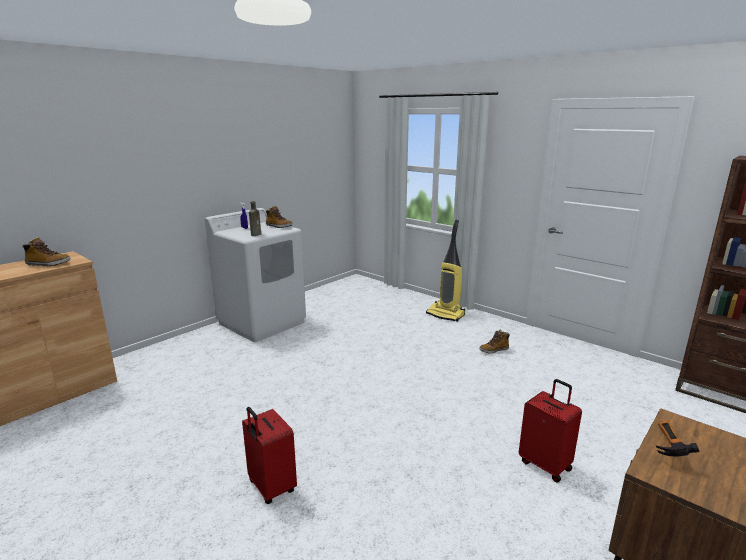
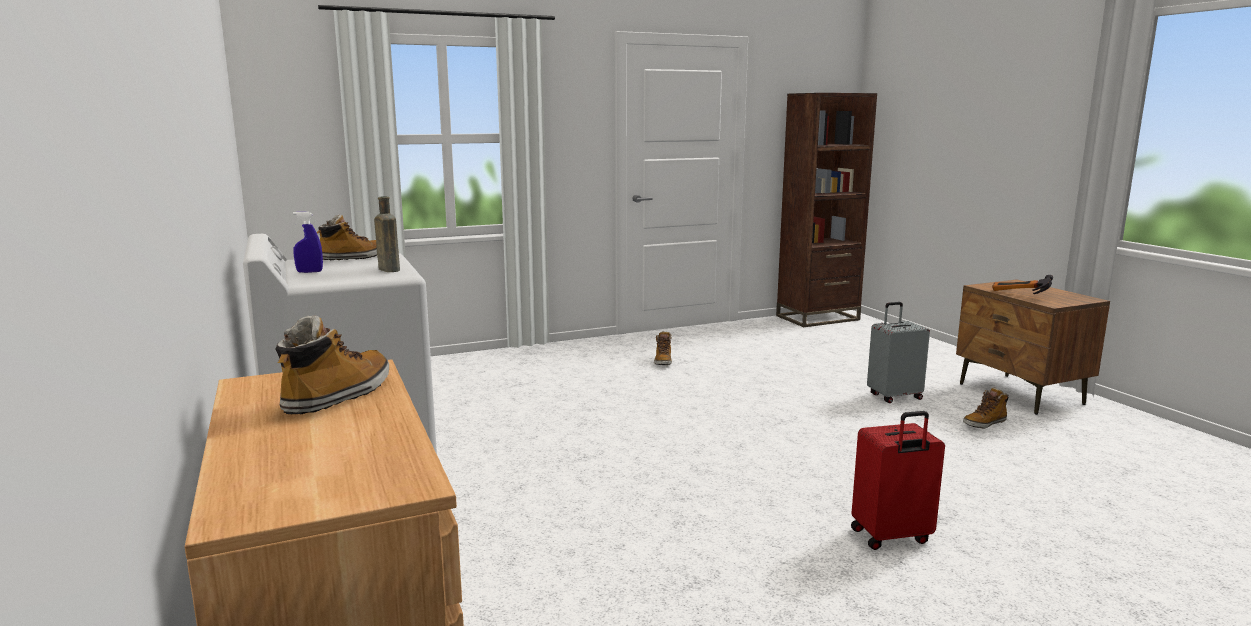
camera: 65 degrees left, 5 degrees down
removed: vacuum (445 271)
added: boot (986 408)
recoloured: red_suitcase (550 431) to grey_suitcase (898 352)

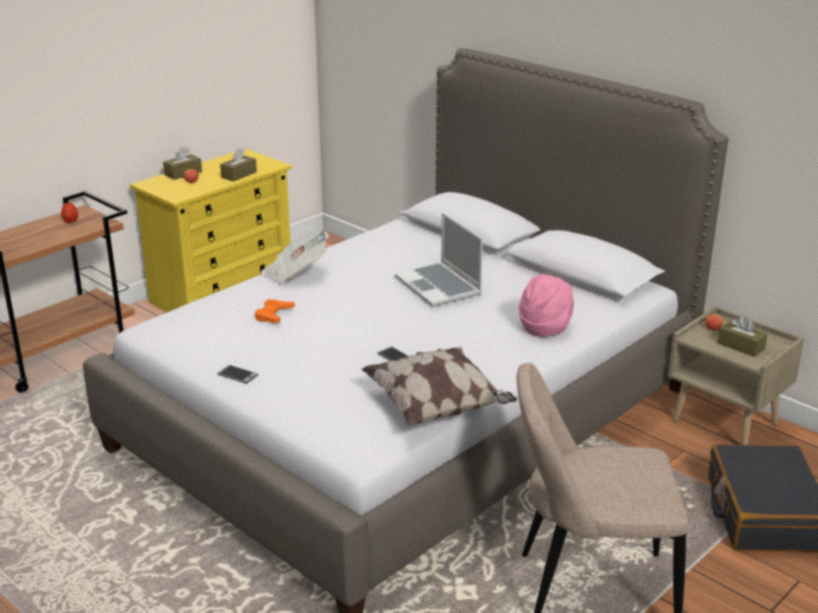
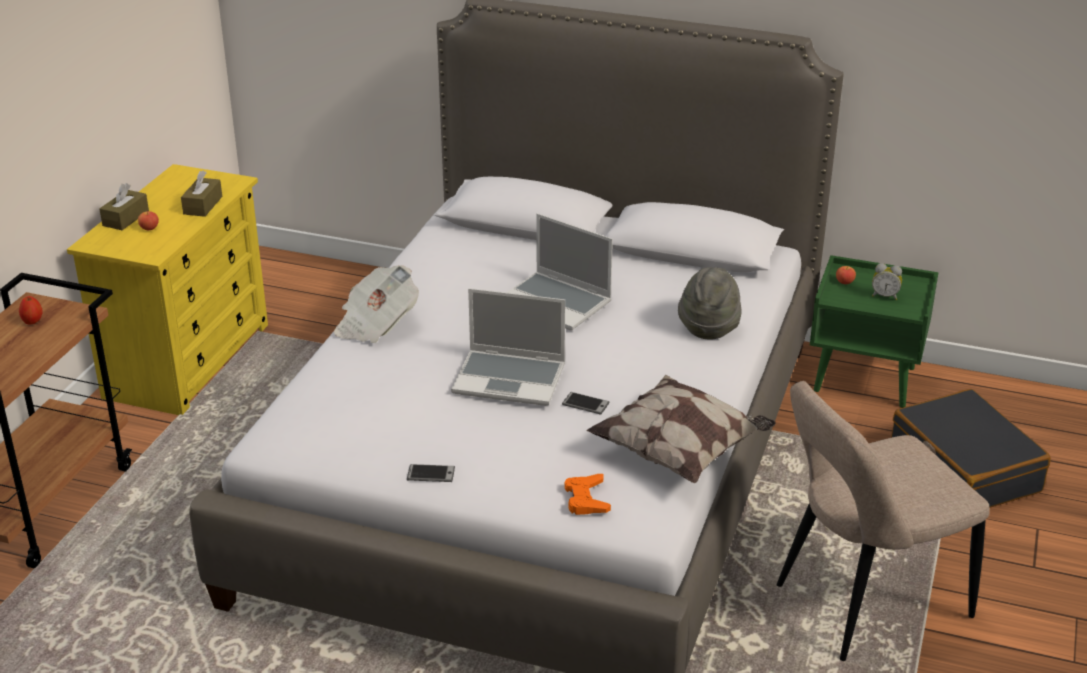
camera: 25 degrees left, 5 degrees up
added: laptop (508 347)
moved: orangey_gamepad (275 311) to (587 494)
replaced: brown-coloured_box_of_tissues (742 336) to bedside_clock (887 281)
recoloured: pink_hat (546 305) to grey_hat (709 303); beige_nightstand (736 375) to greenish_nightstand (874 331)

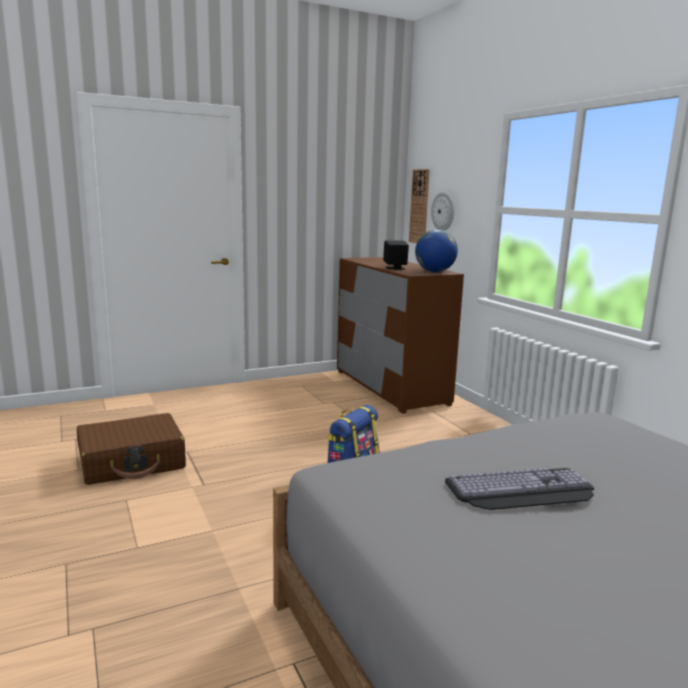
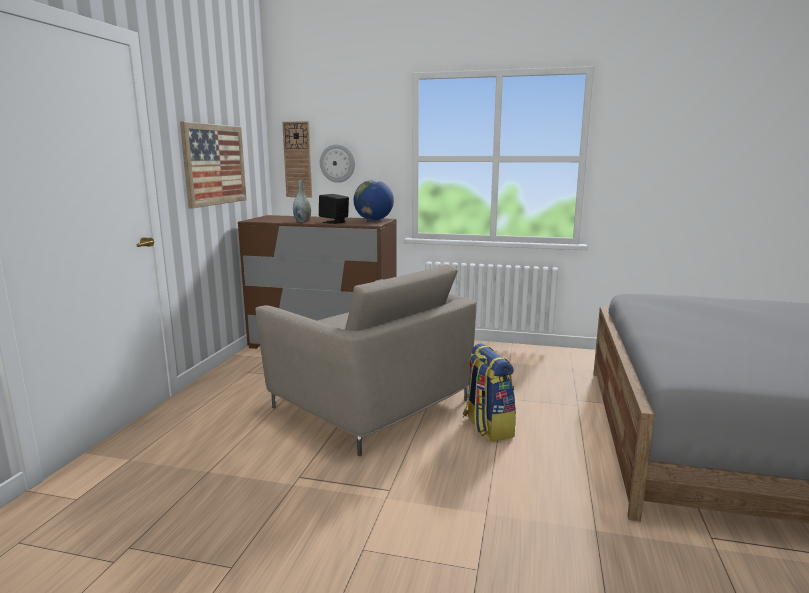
camera: 50 degrees left, 0 degrees up
removed: brown-coloured_suitcase (131 449); PC_keyboard (519 489)
added: wall_art (213 165); beige_lounge_chair (366 360); grey_flower_vase (302 201)

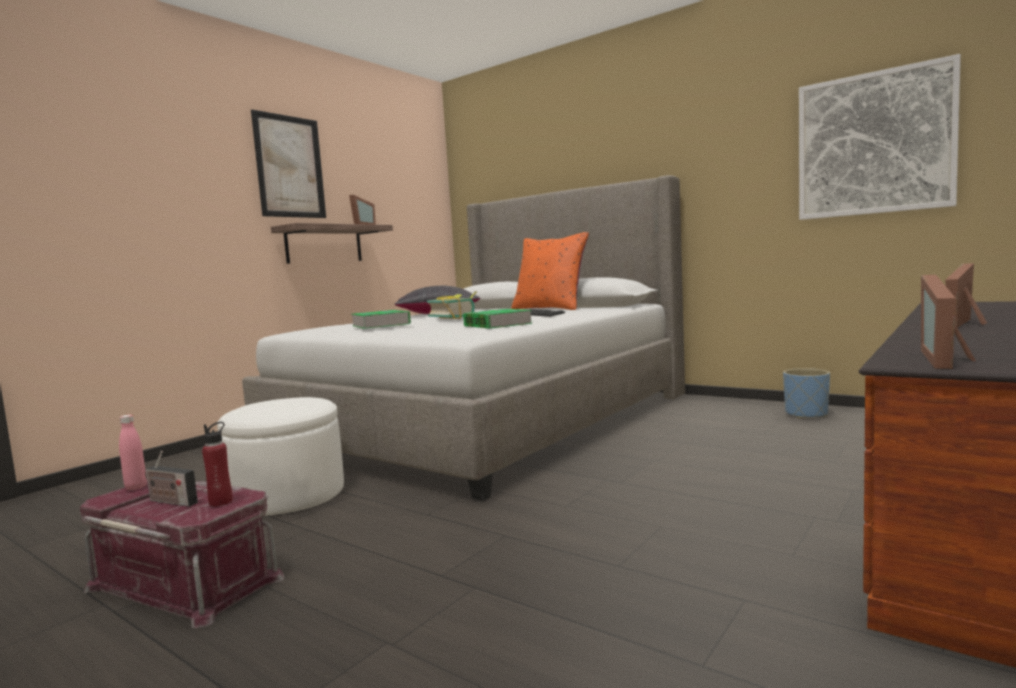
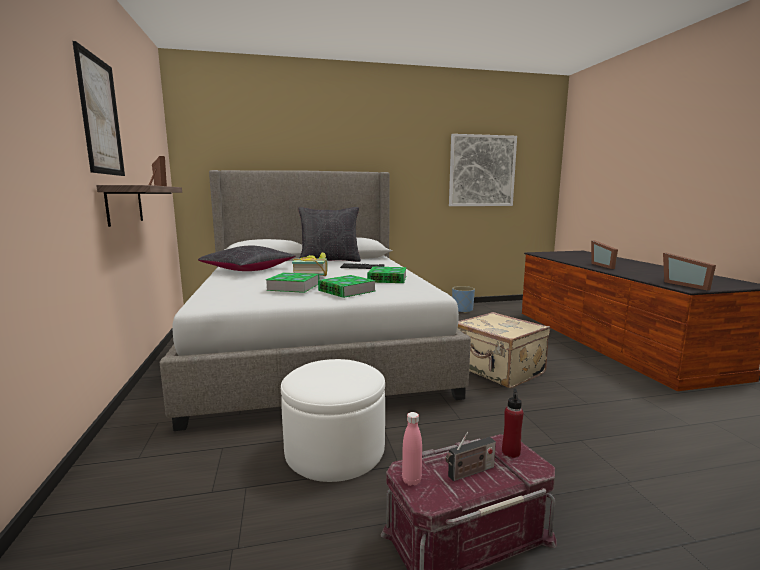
camera: 50 degrees left, 5 degrees up
added: volume (347 286); beige_suitcase (503 350)
recoloured: orangey_pillow (550 271) to black-coloured_pillow (329 234)

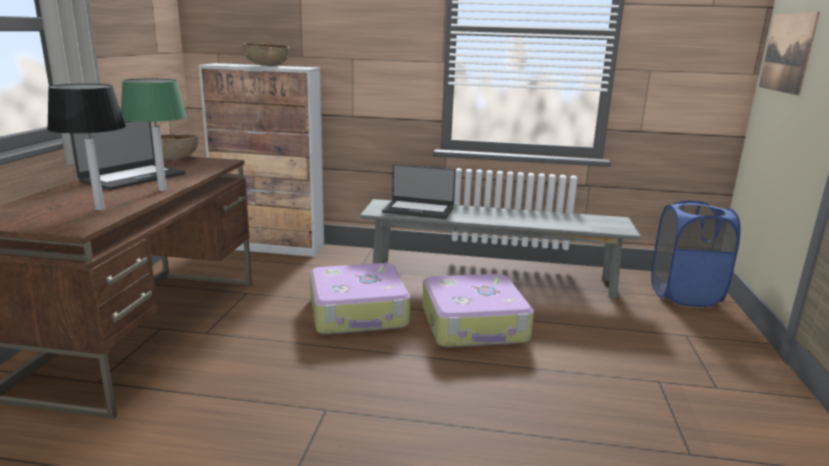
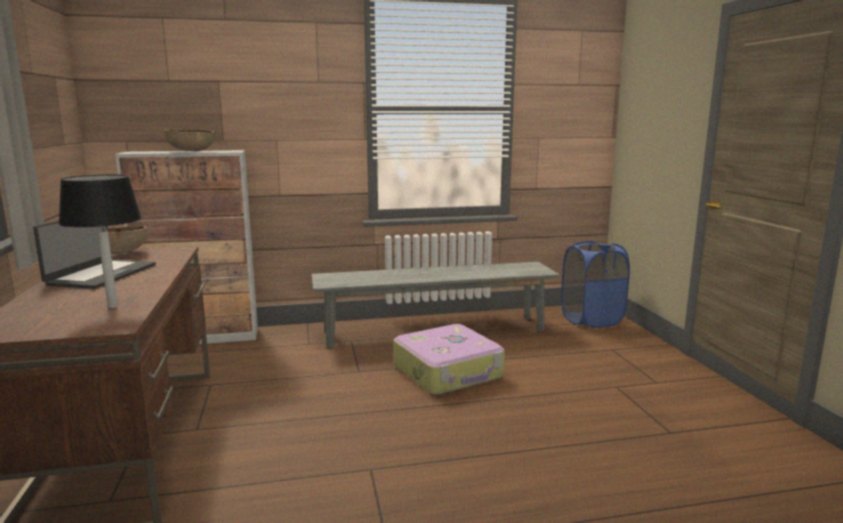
camera: 20 degrees left, 5 degrees down
removed: greenish_lamp_for_a_table (154 135); suitcase (360 299); laptop (419 191); wall_art (789 54)

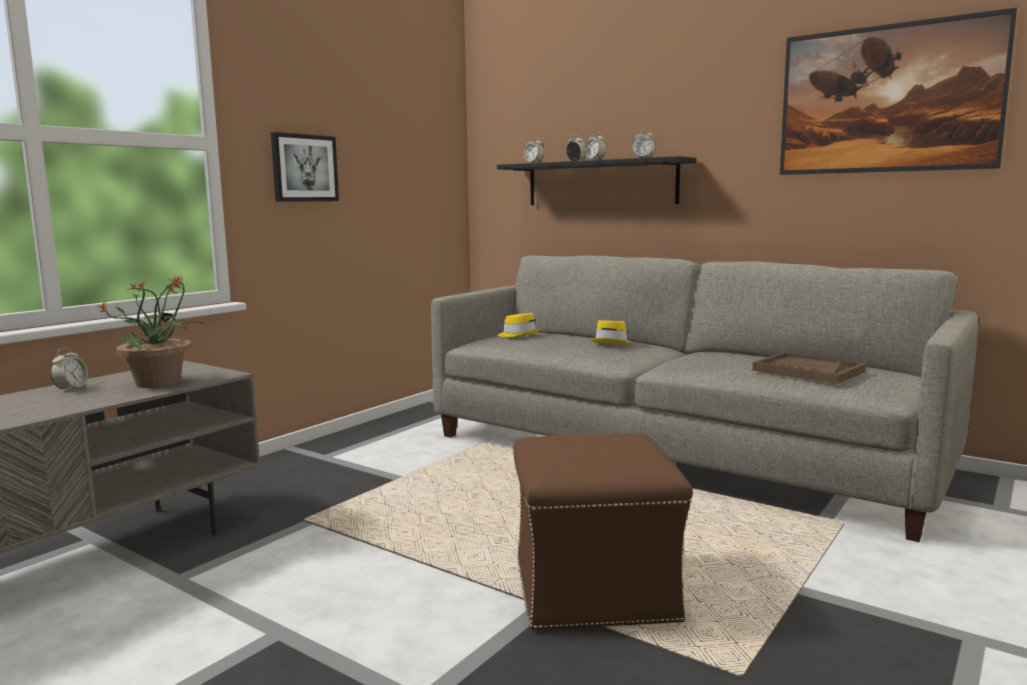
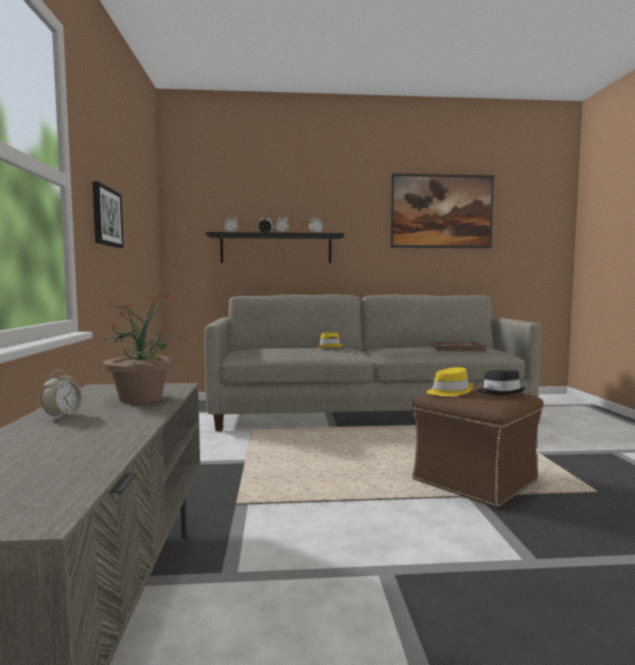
camera: 40 degrees left, 5 degrees down
added: black-coloured_hat (501 382)
moved: yellow_hat (519 325) to (450 381)
turned: bedside_clock (69 369) = (61 394) 45 degrees clockwise

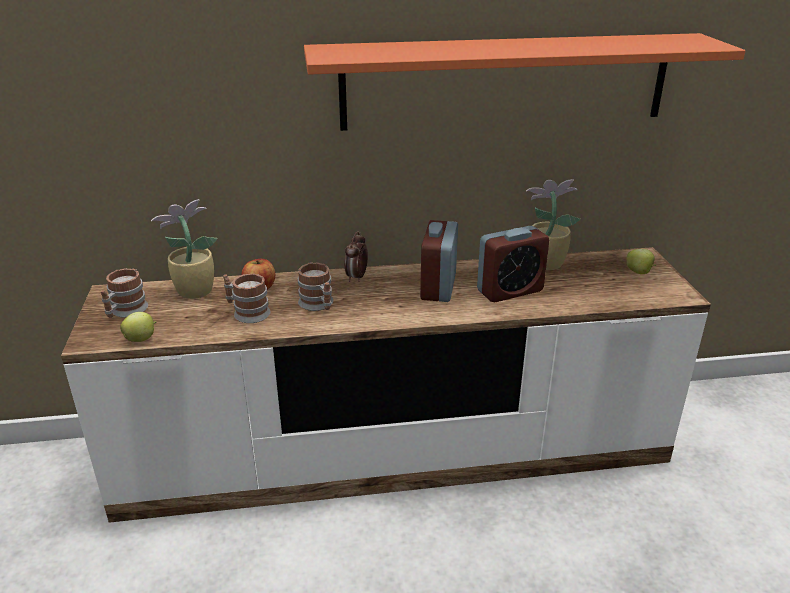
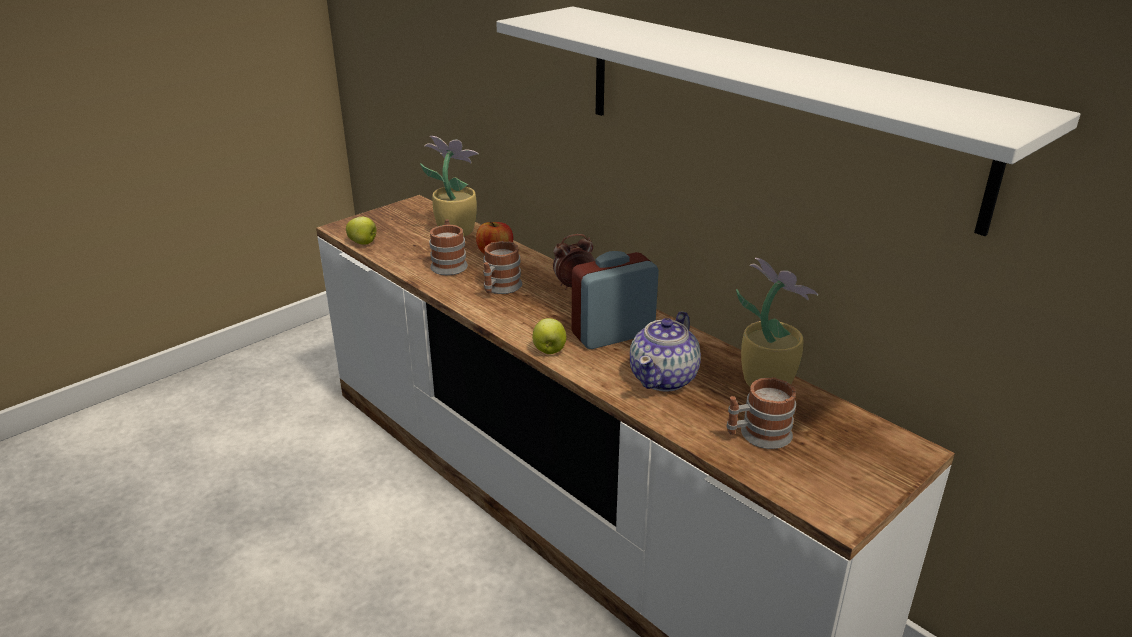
camera: 55 degrees right, 0 degrees up
moved: mug (124 293) to (761 413); apple (641 261) to (549 336)
replaced: bedside_clock (513 264) to pot_for_tea (665 351)
recoloured: orangey_wall_shelf (525 82) to white-coloured_wall_shelf (788 121)

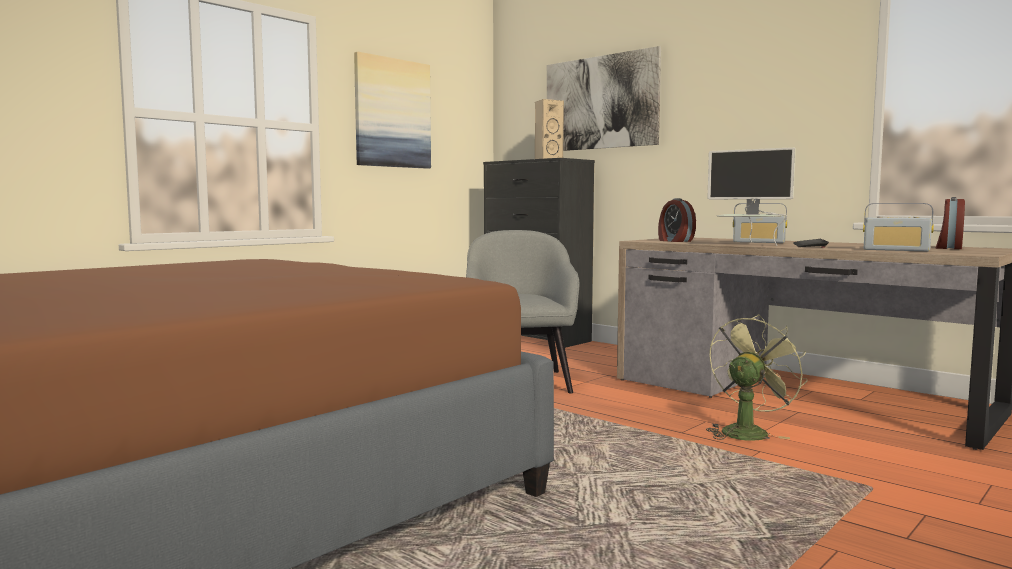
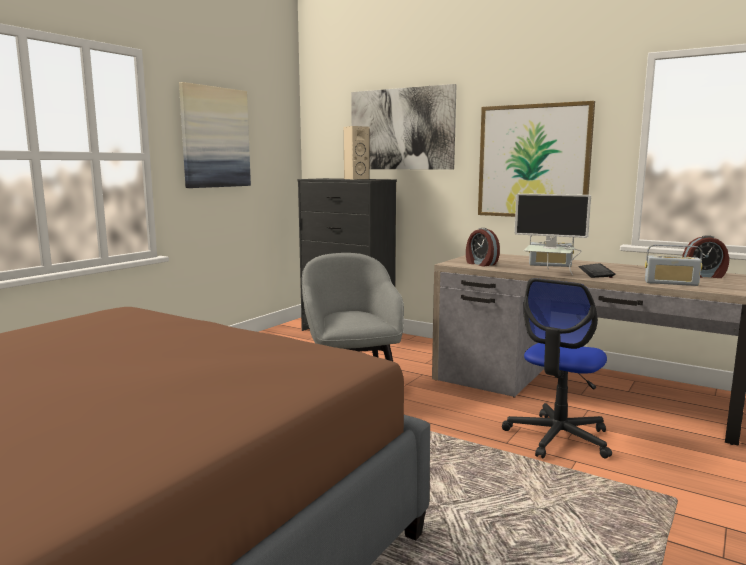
camera: 10 degrees left, 5 degrees up
added: wall_art (536 159)
replaced: greenish_fan (757 377) to computer_chair (557 368)
turned: bedside_clock (950 223) = (705 256) 105 degrees counterclockwise

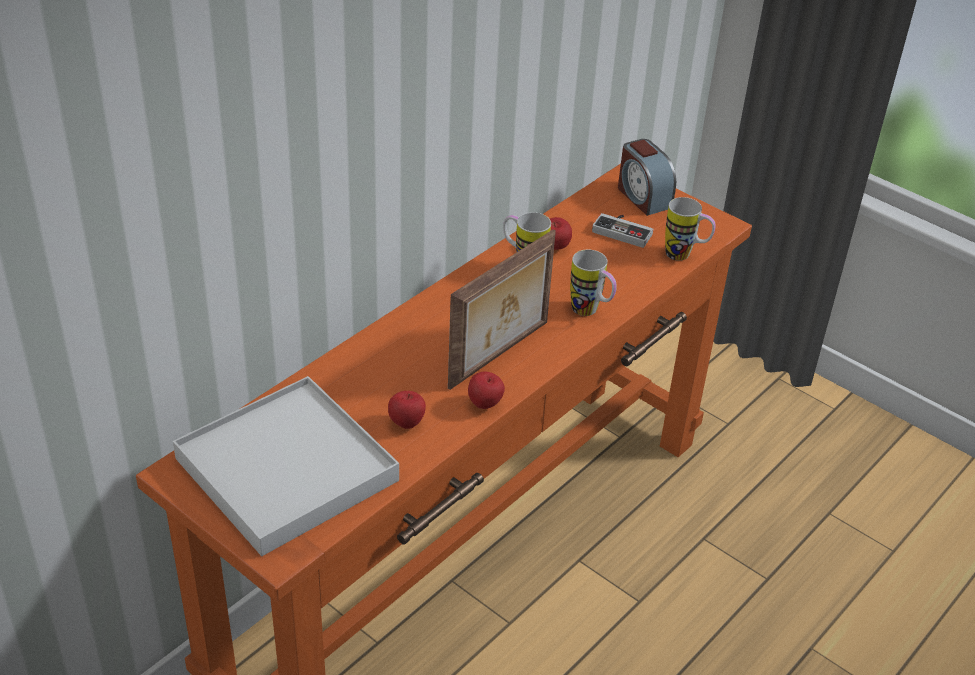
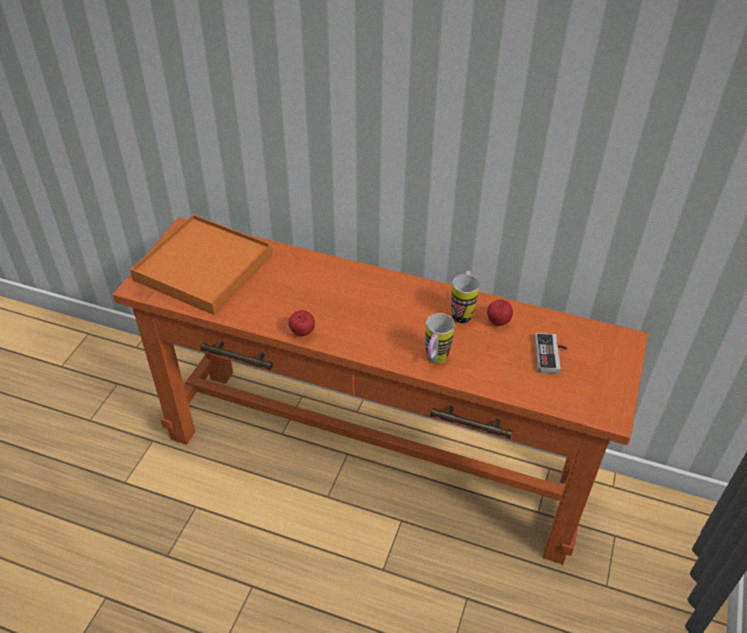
camera: 70 degrees right, 5 degrees up
removed: apple (407 410); standing_frame (502 309); bedside_clock (647 177); mug (690 229)
recoloured: white-coloured_serving_tray (286 466) to orangey_serving_tray (201 264)

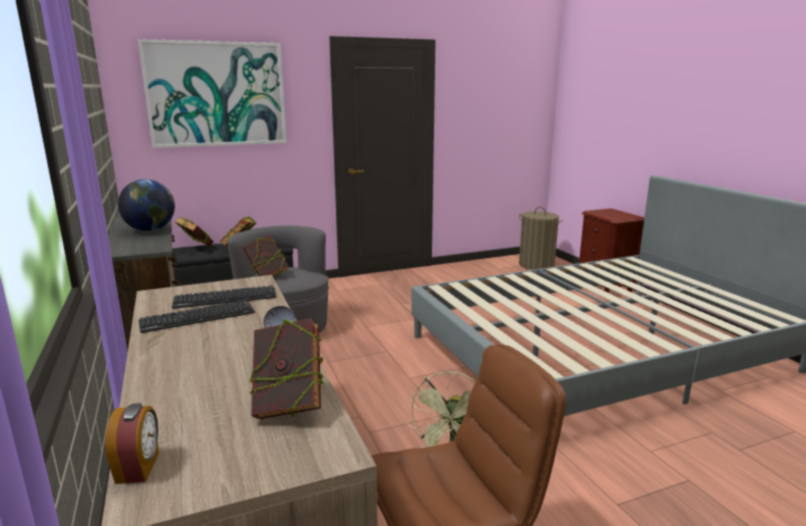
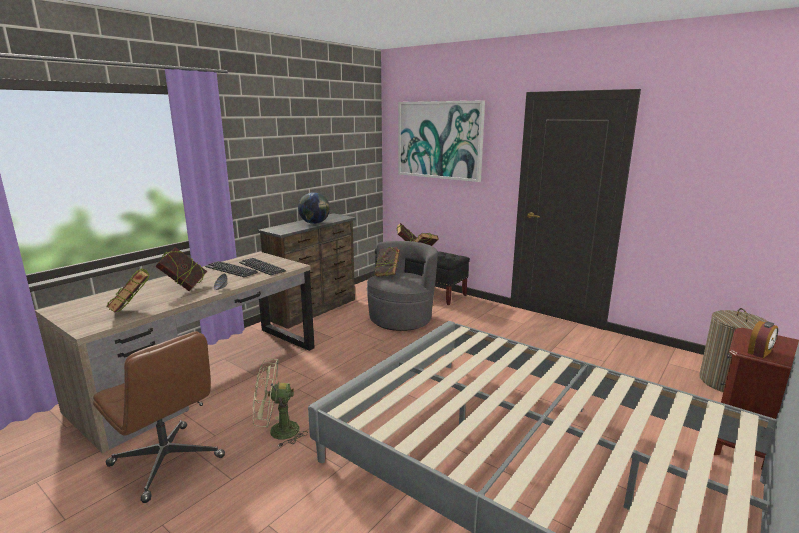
camera: 60 degrees right, 0 degrees up
added: volume (181 269)
moved: bedside_clock (132 443) to (763 339)

